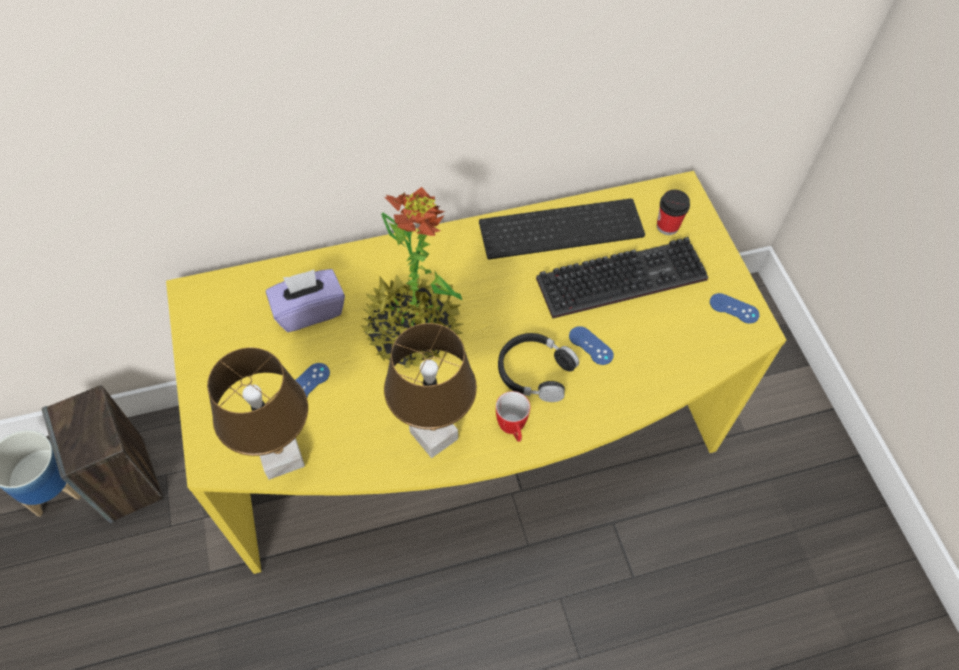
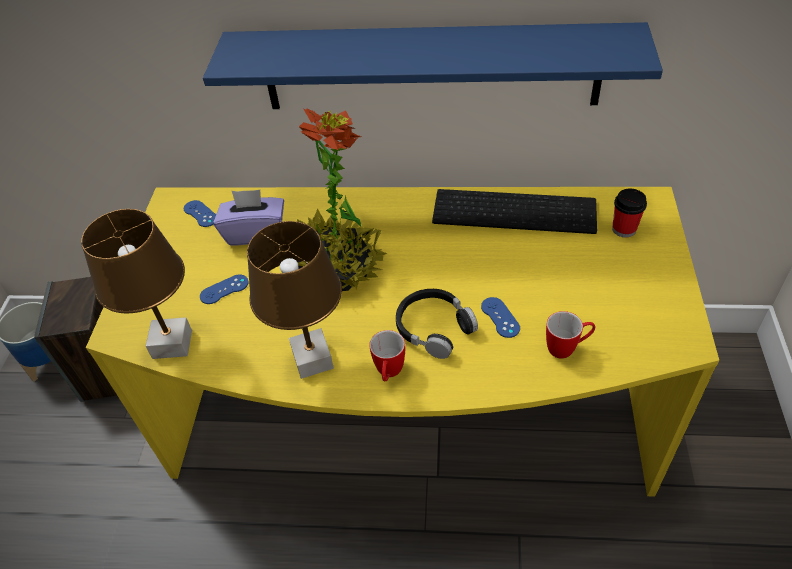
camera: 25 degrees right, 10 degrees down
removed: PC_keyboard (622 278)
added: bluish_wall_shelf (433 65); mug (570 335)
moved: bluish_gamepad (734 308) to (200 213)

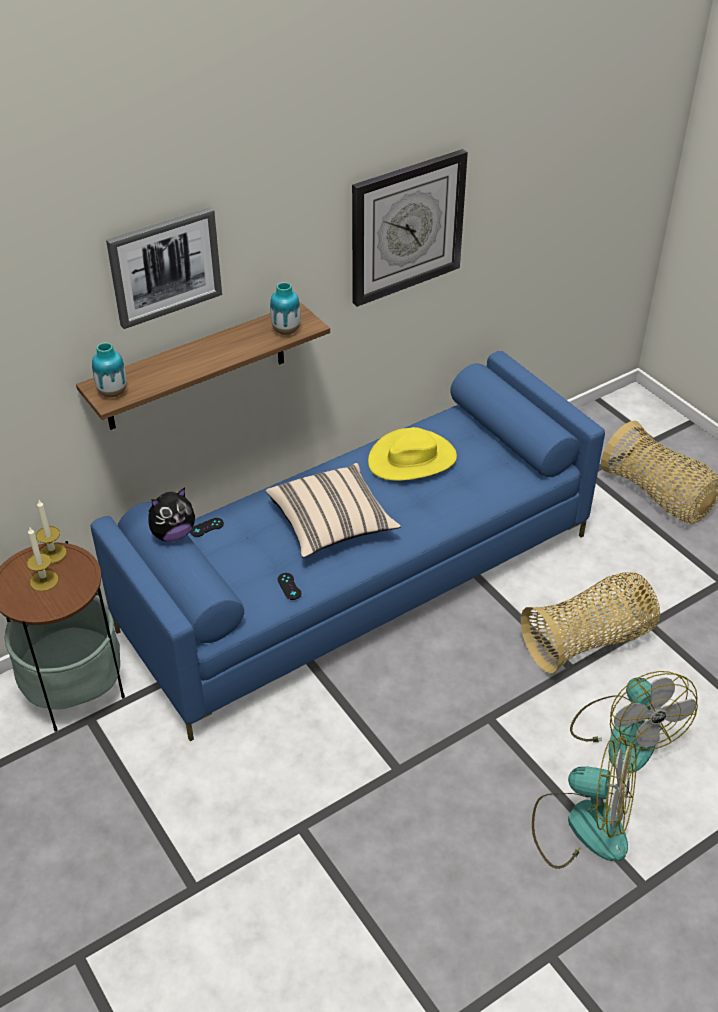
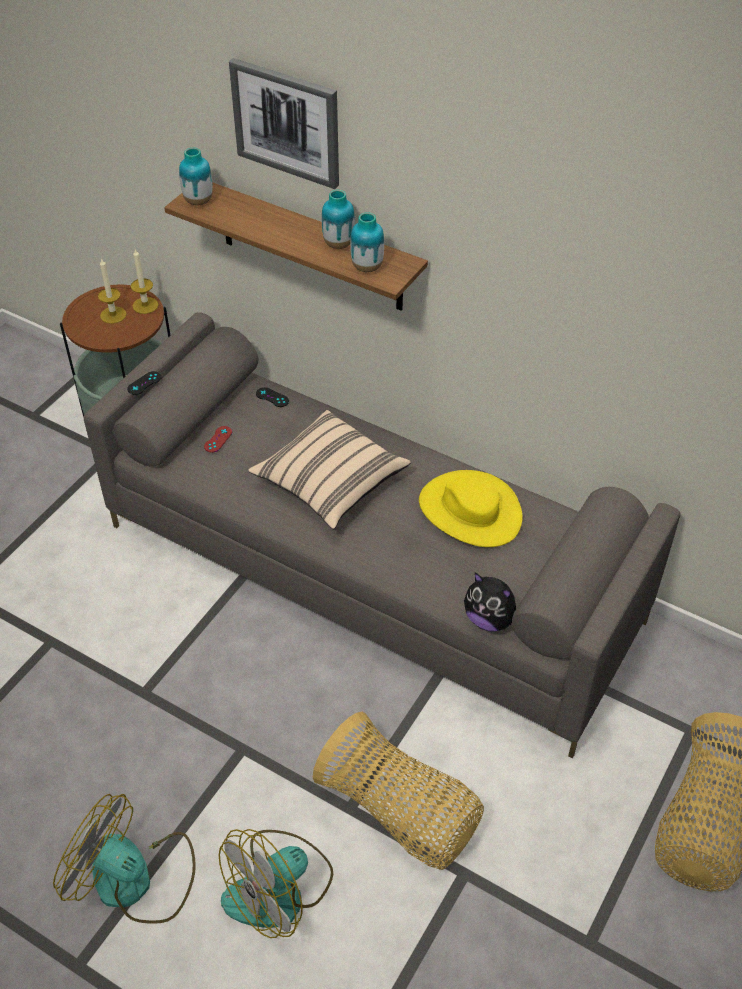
camera: 65 degrees right, 5 degrees up
removed: hanging_clock (410 228)
added: red_gamepad (218 439); flower_vase (338 219)
moved: cuddly_toy (171 514) to (490 602); black-coloured_gamepad (289 586) to (144 383)
recoloured: bluish_couch (348 546) to grey_couch (382 535)
turned: fan (584 802) = (124 859) 120 degrees clockwise

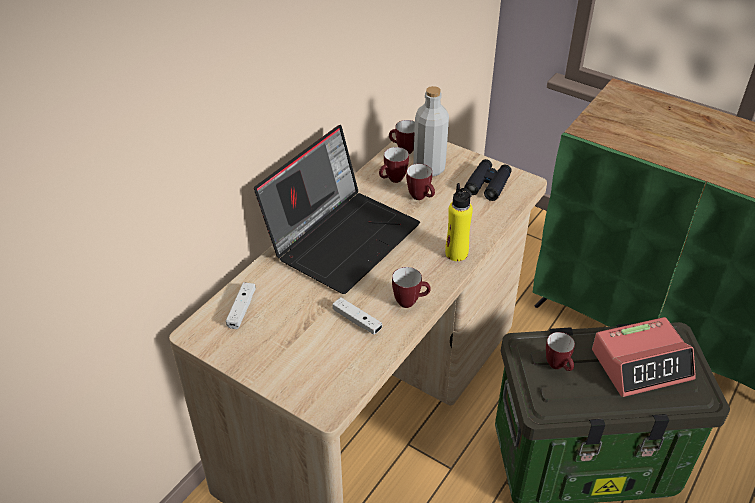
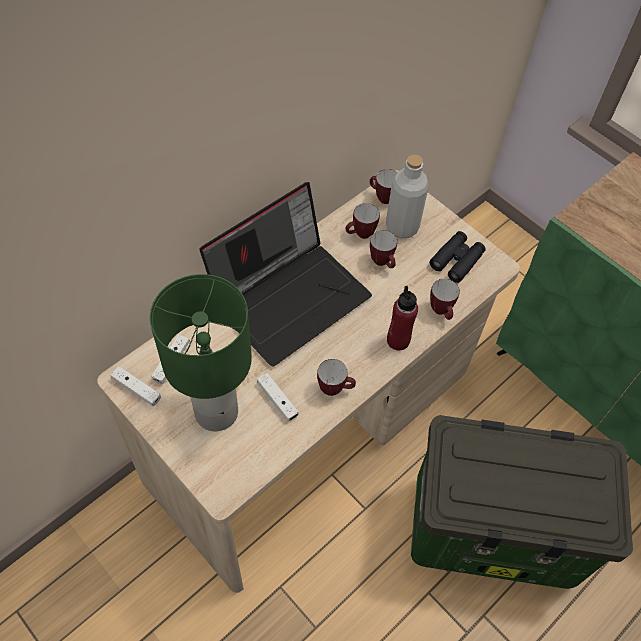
camera: 10 degrees right, 15 degrees up
removed: bedside_clock (644 357)
added: white-coloured_gamepad (135 386); greenish_lamp_for_a_table (201 352)
moved: mug (560 351) to (445 299)
recoloured: yellow_drink_bottle (459 222) to red_drink_bottle (402 318)

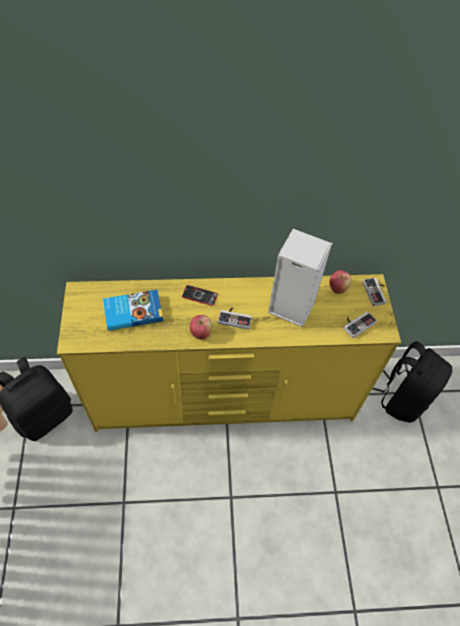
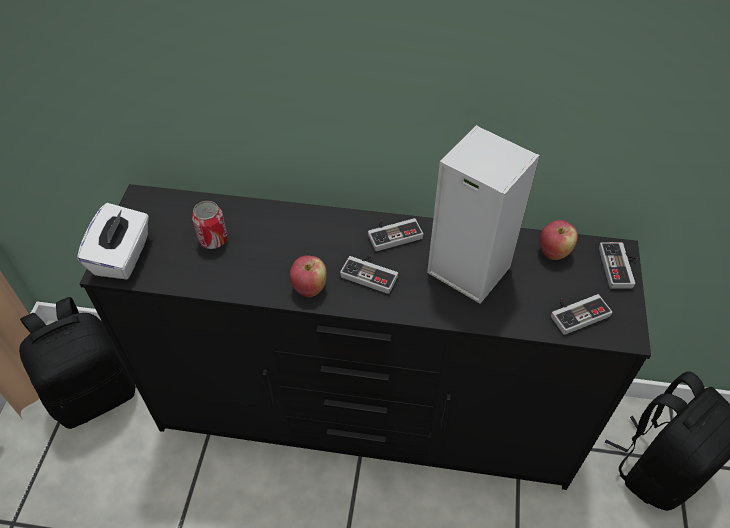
camera: 15 degrees right, 5 degrees down
removed: phone (200 295)
added: white-coloured_box_of_tissues (113 241); gamepad (395 234)
replaced: volume (133 310) to metal_can (210 225)
recoloured: yellow_drawer_chest (229 353) to black-coloured_drawer_chest (365 337)

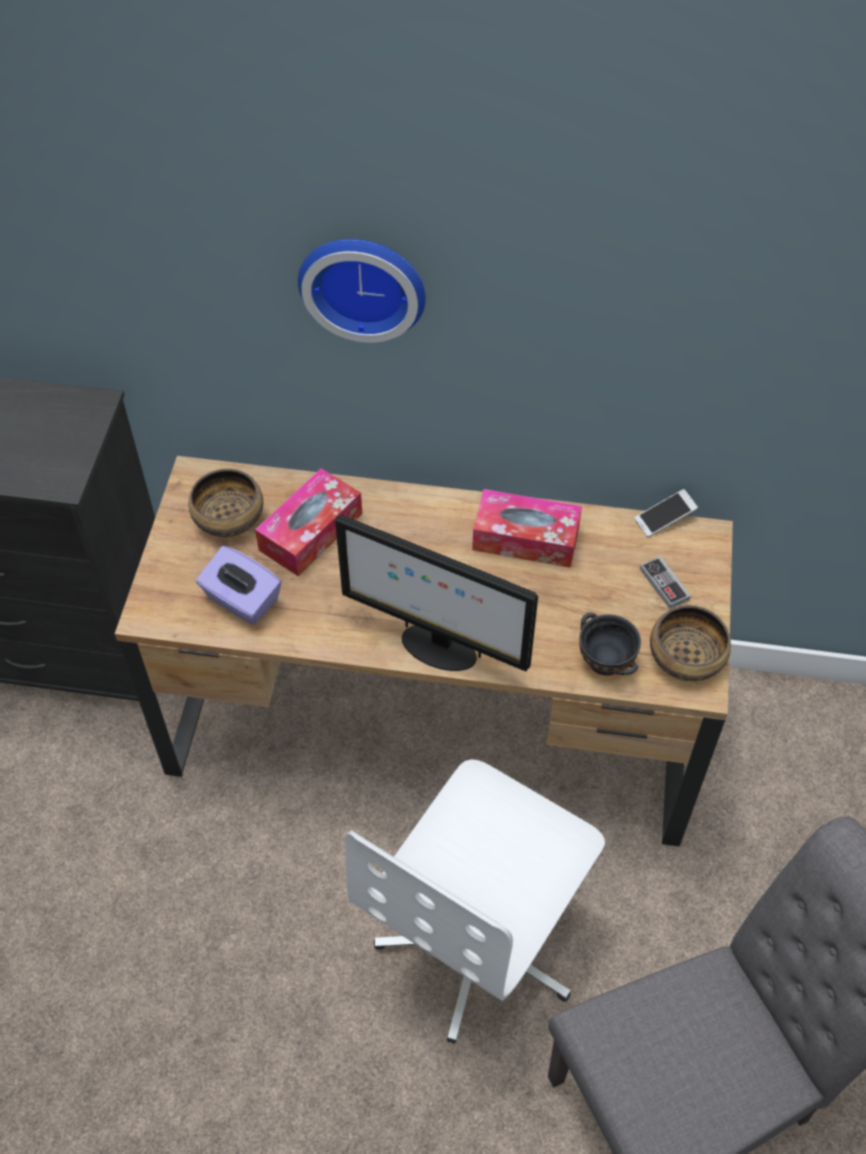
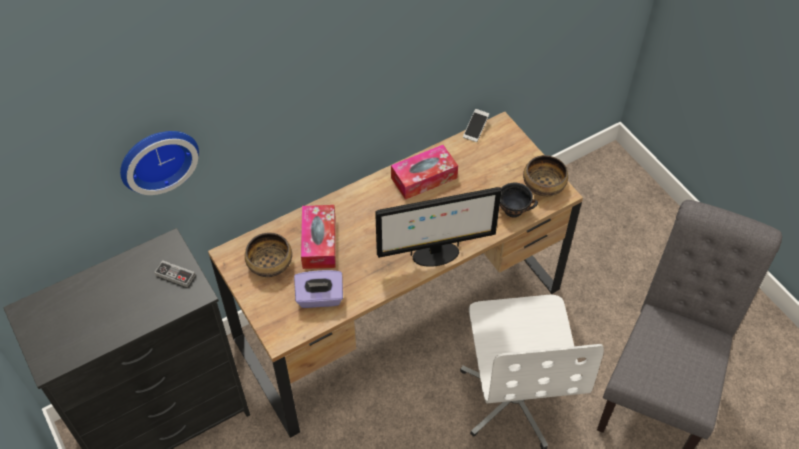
camera: 40 degrees left, 0 degrees up
moved: hanging_clock (362 291) to (159 163); gamepad (665 582) to (174 273)

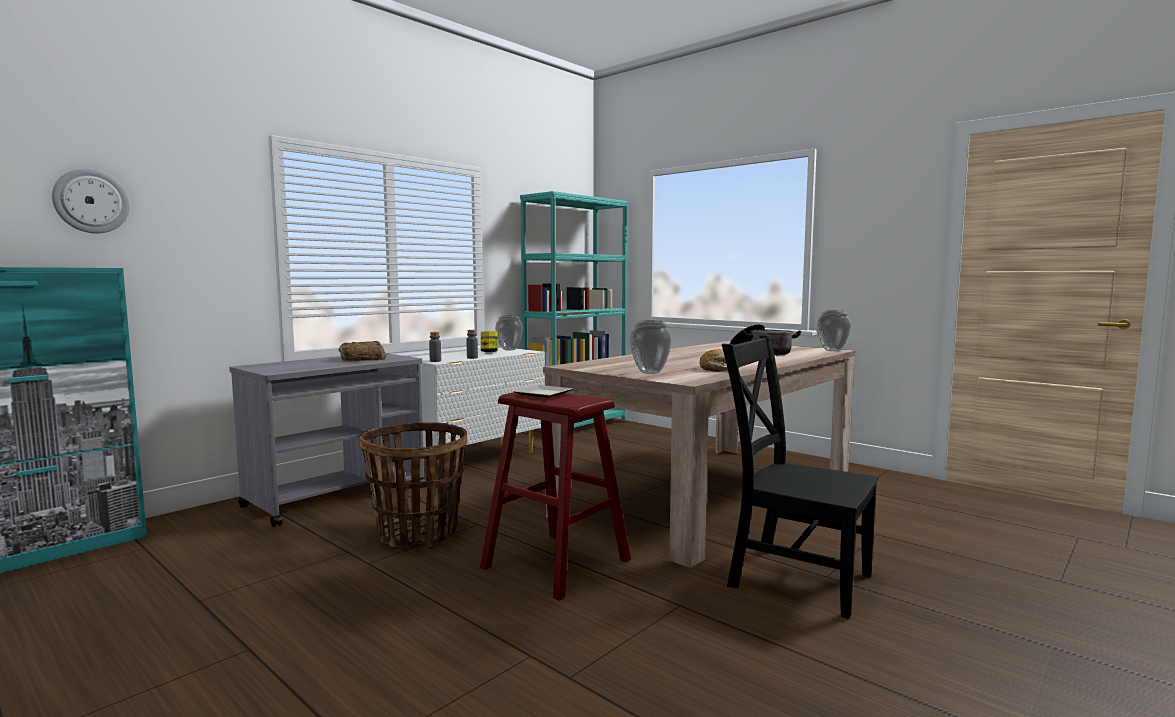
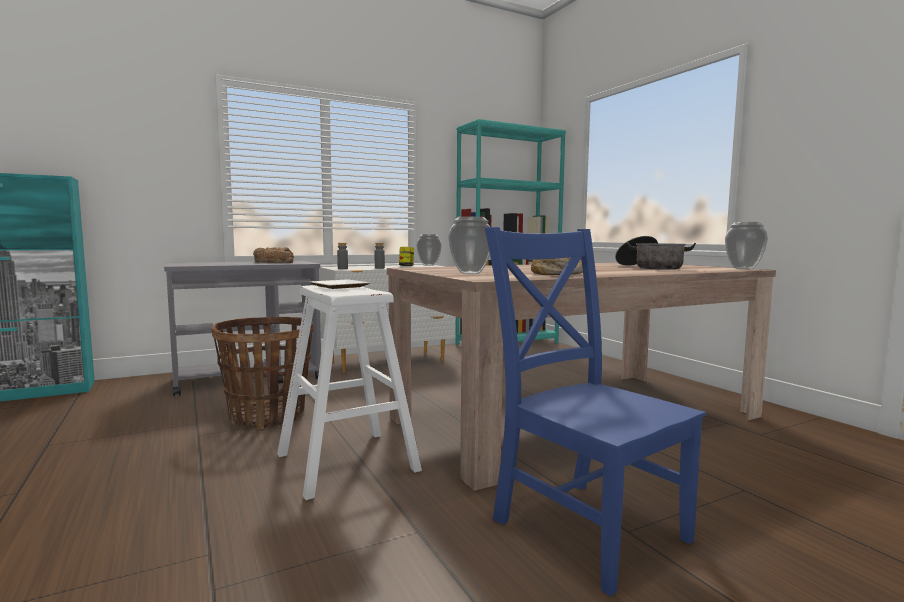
camera: 20 degrees right, 0 degrees up
removed: hanging_clock (91 200)
recoloured: red_stool_seat (555 496) to white-coloured_stool_seat (349 392); black-coloured_plain_chair (800 477) to bluish_plain_chair (595 411)

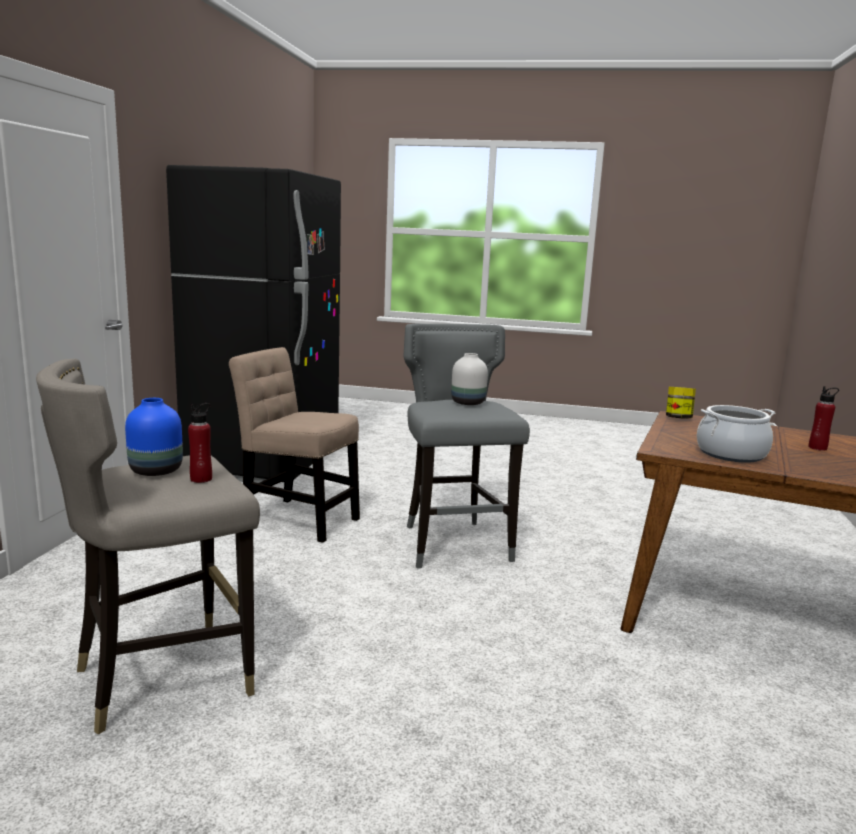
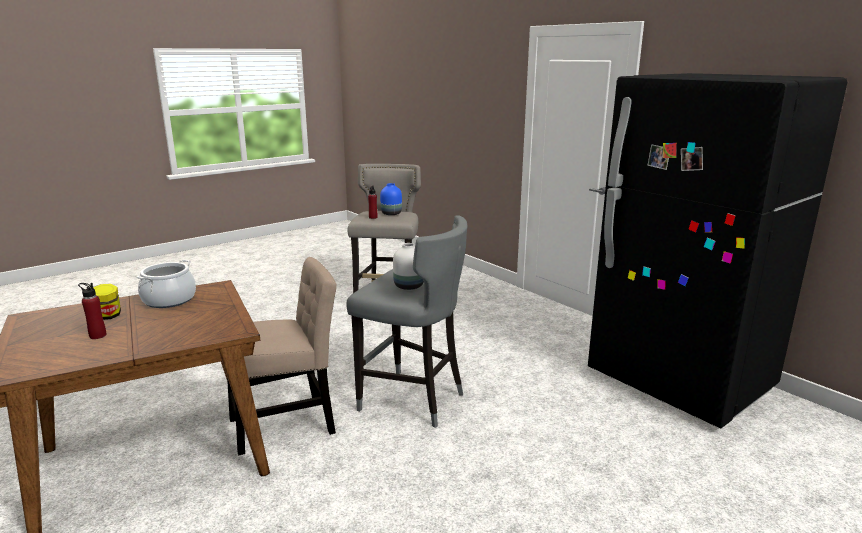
camera: 130 degrees right, 5 degrees up
moved: beige_plain_chair (294 445) to (282 356); storage_jar (681 403) to (107 302)

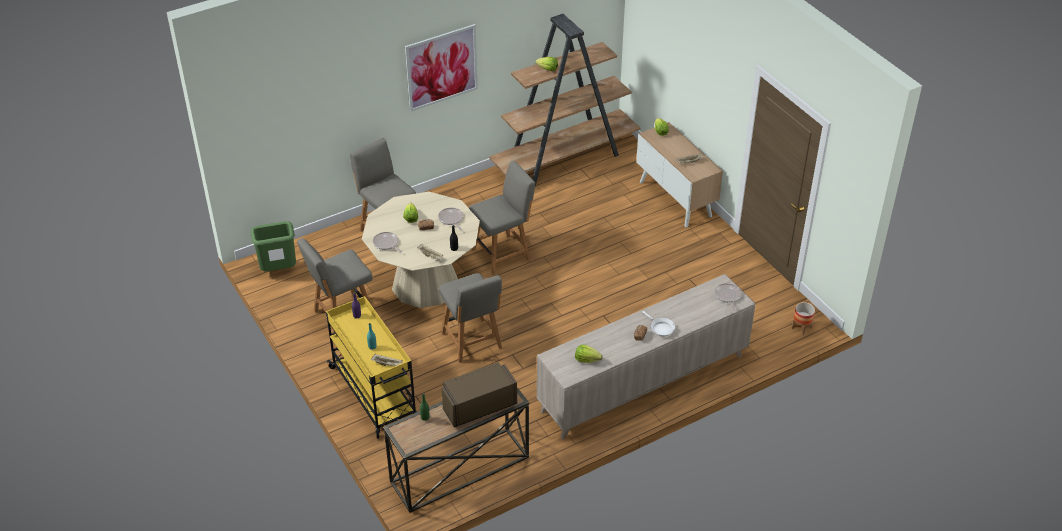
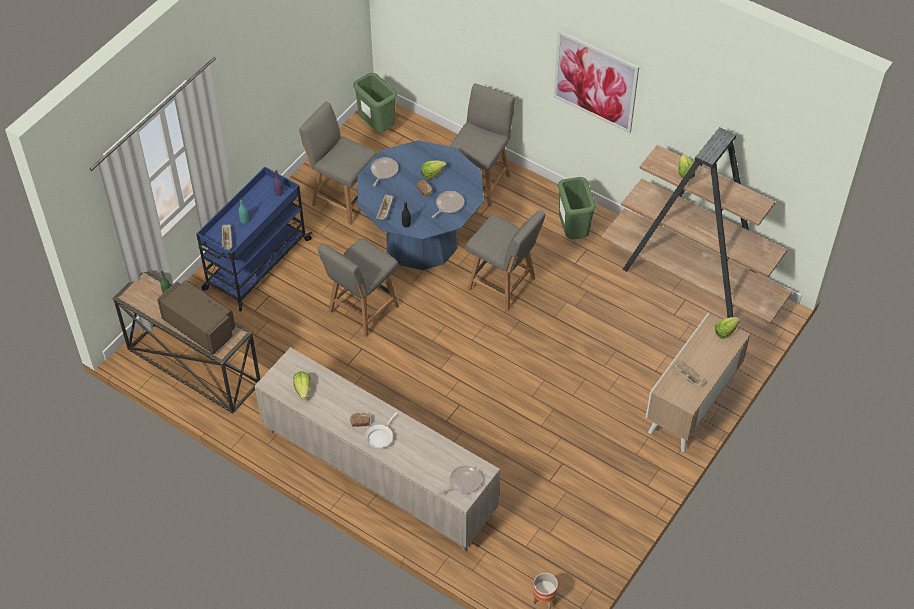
camera: 65 degrees right, 10 degrees up
added: greenish_rubbish_bin (577 208)
recoloured: yellow_wheeled_cart (371 367) to bluish_wheeled_cart (254 239); beige_dining_table (421 250) to bluish_dining_table (420 205)

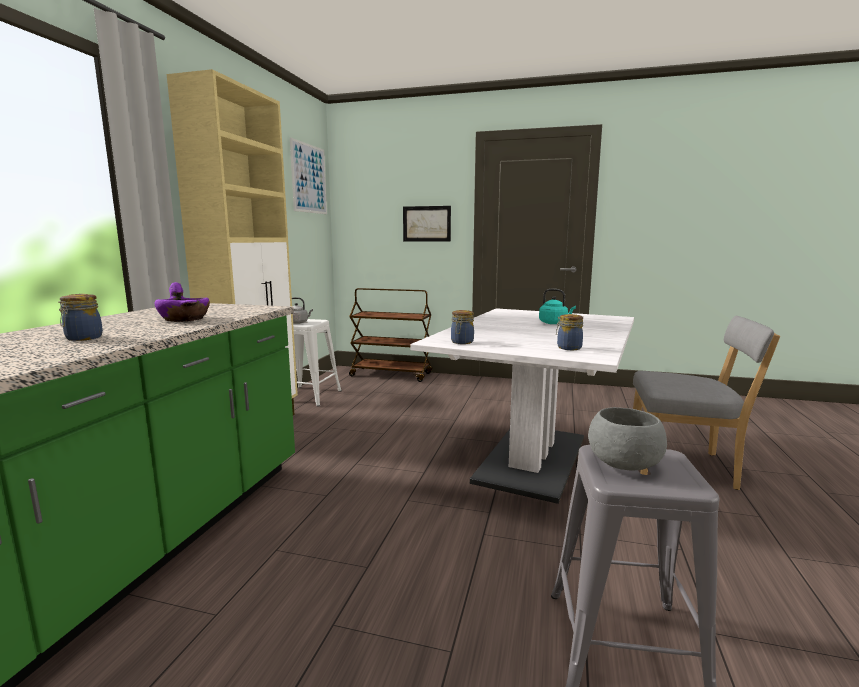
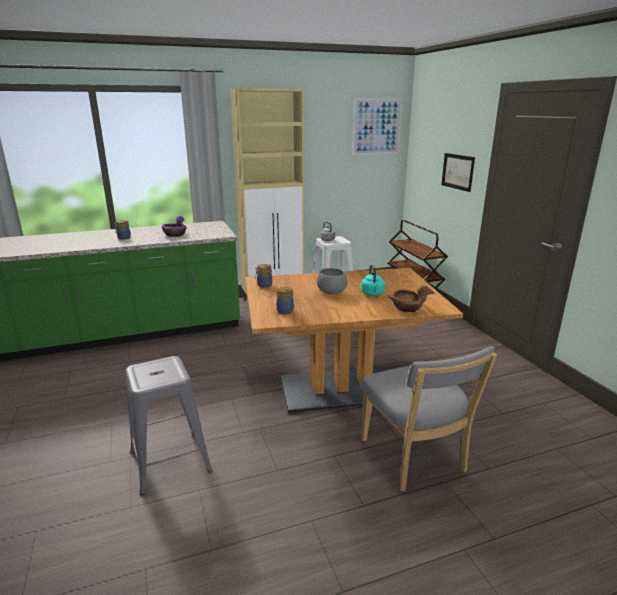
camera: 55 degrees right, 10 degrees up
added: brown-coloured_deep_dish (411 298)
moved: grey_deep_dish (627 439) to (332 281)
recoloured: white-coloured_dining_table (522 406) to brown-coloured_dining_table (354 340)

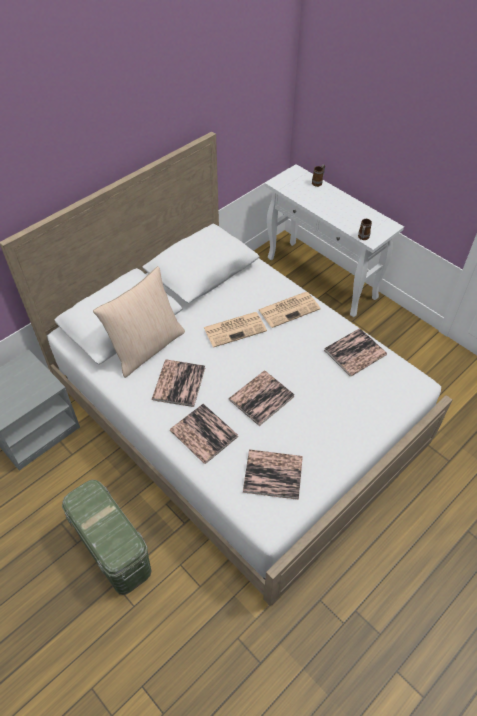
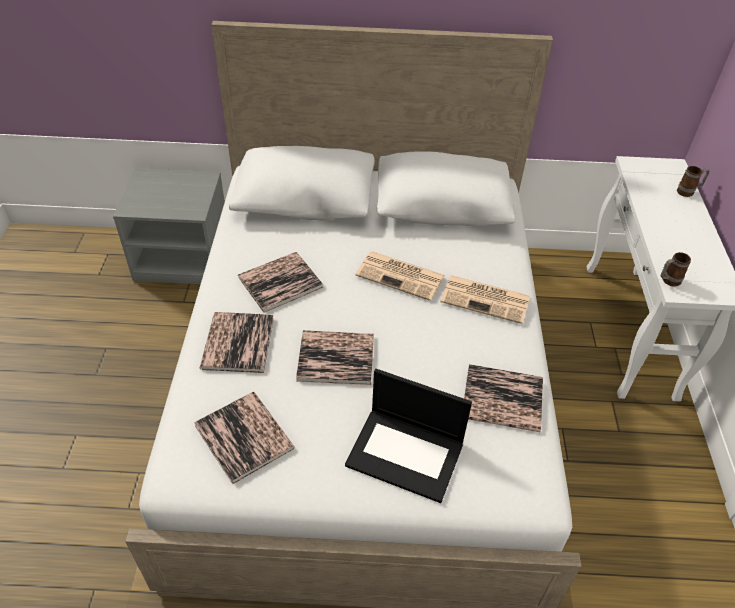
camera: 45 degrees right, 5 degrees down
removed: greenish_storage_bin (106 537); beige_pillow (139 322)
added: laptop (408 436)

